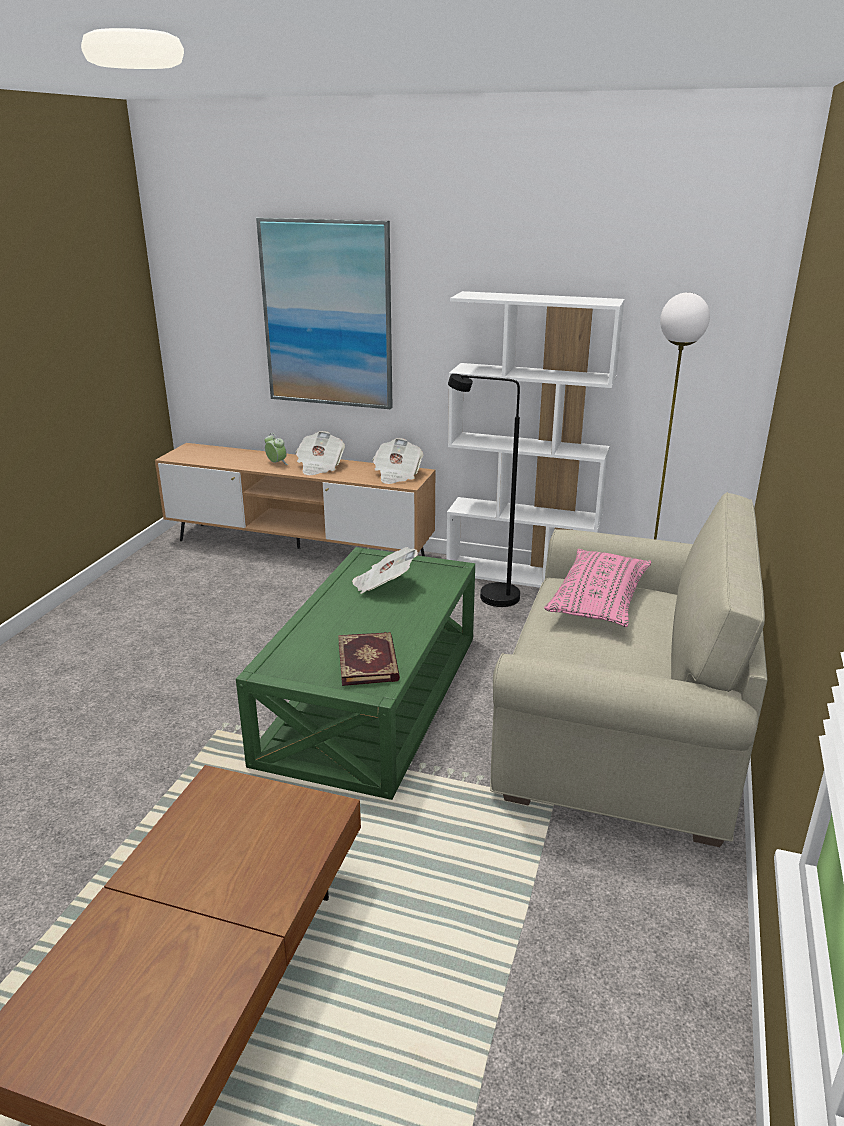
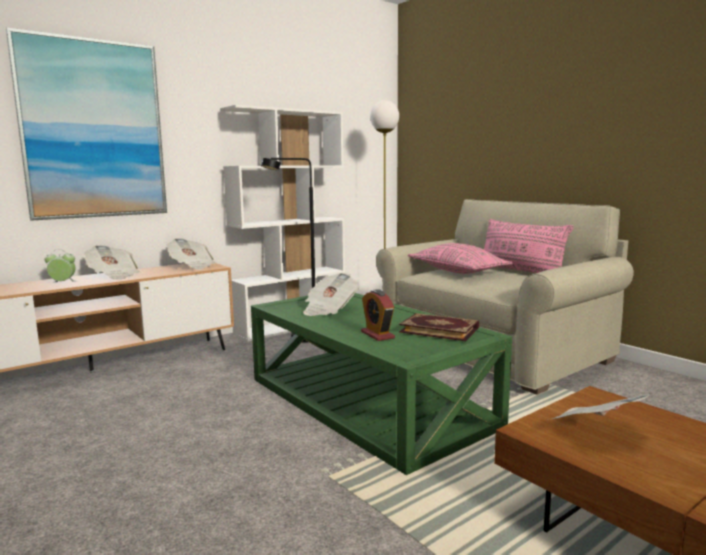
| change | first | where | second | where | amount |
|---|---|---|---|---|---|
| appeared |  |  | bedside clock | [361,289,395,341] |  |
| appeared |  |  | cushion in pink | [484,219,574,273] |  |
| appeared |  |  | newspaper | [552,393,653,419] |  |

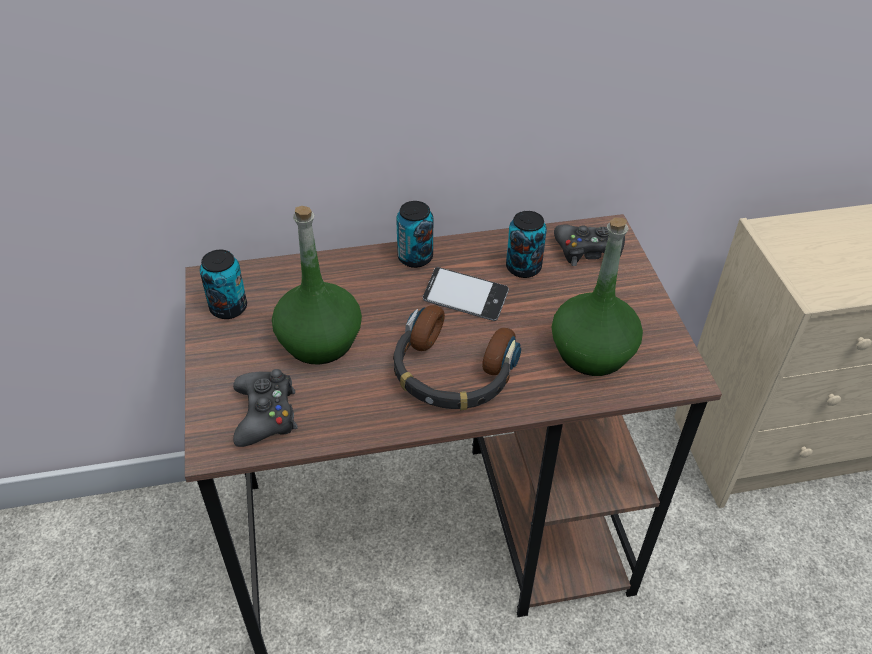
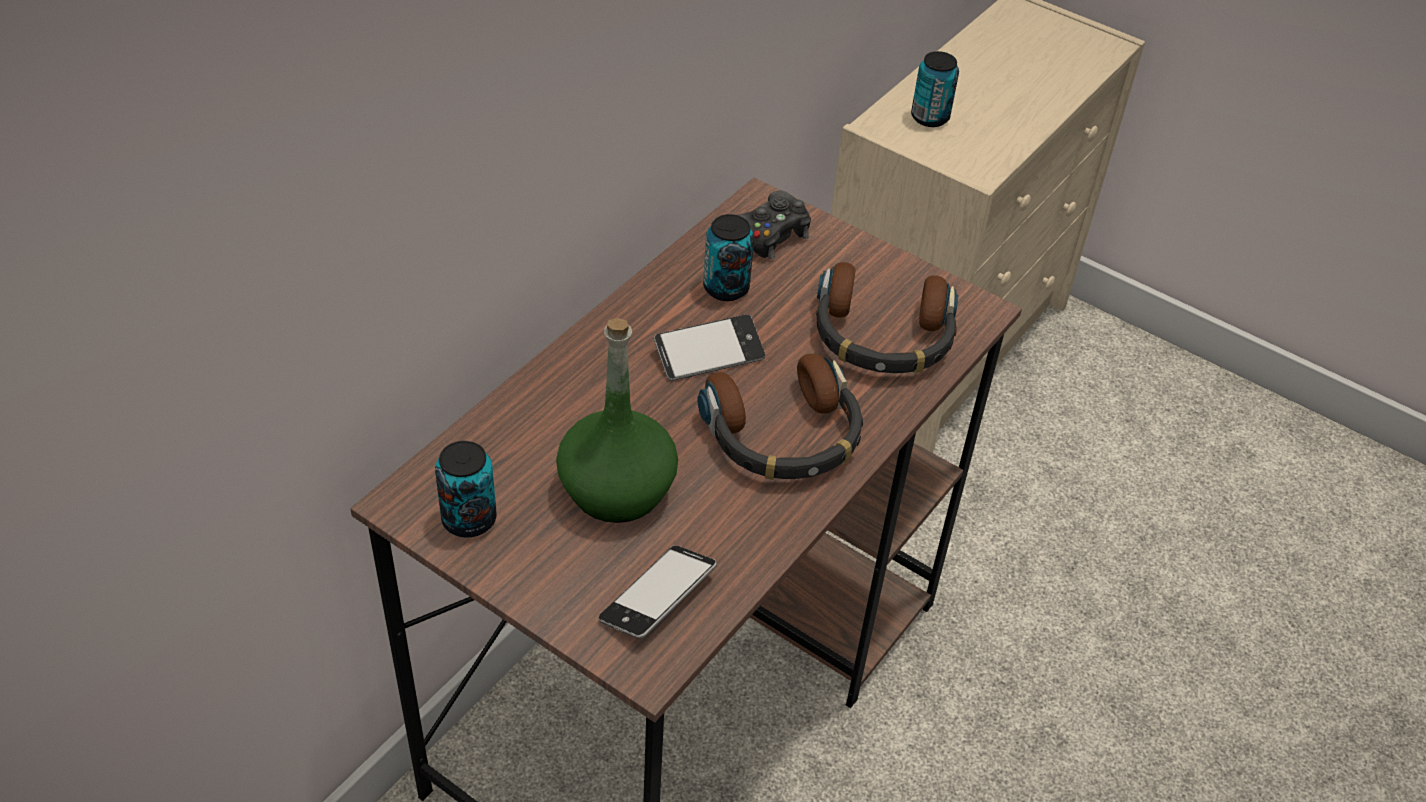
| change | first | where | second | where | amount |
|---|---|---|---|---|---|
| exchanged | gamepad in blackish | [233,369,298,447] | telephone | [598,546,717,639] |  |
| exchanged | bottle in green | [552,218,643,376] | headset | [816,262,958,373] |  |
| relocated | sealed can | [396,201,433,268] |  | [911,51,959,127] |  |

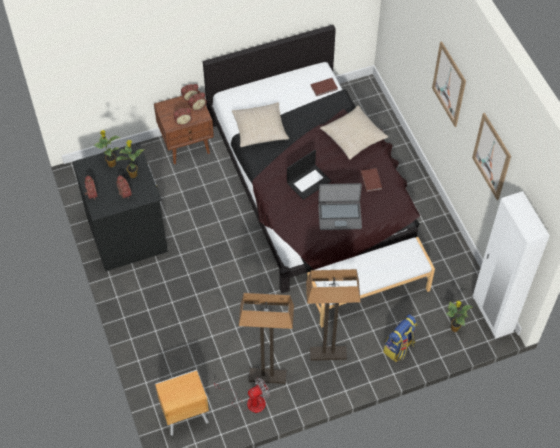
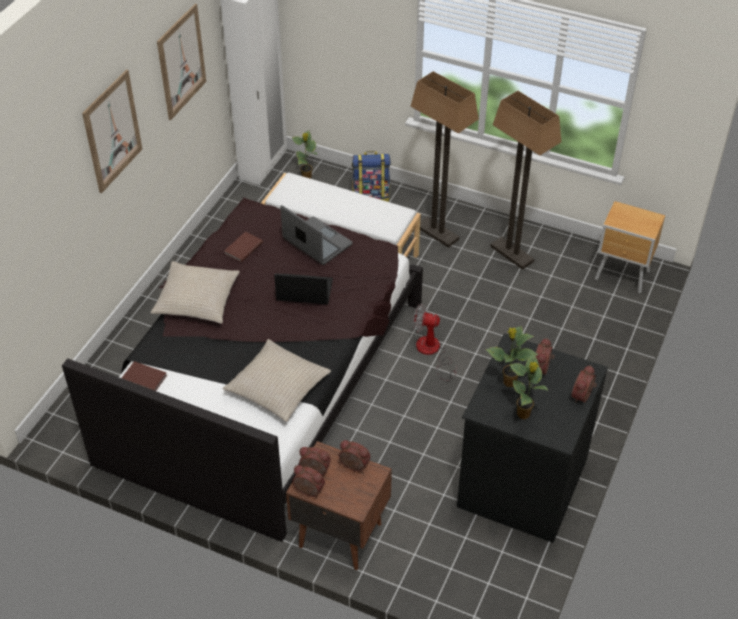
| change | first | where | second | where | amount |
|---|---|---|---|---|---|
| relocated | electric fan | [214,377,270,413] |  | [413,304,457,381] |  |

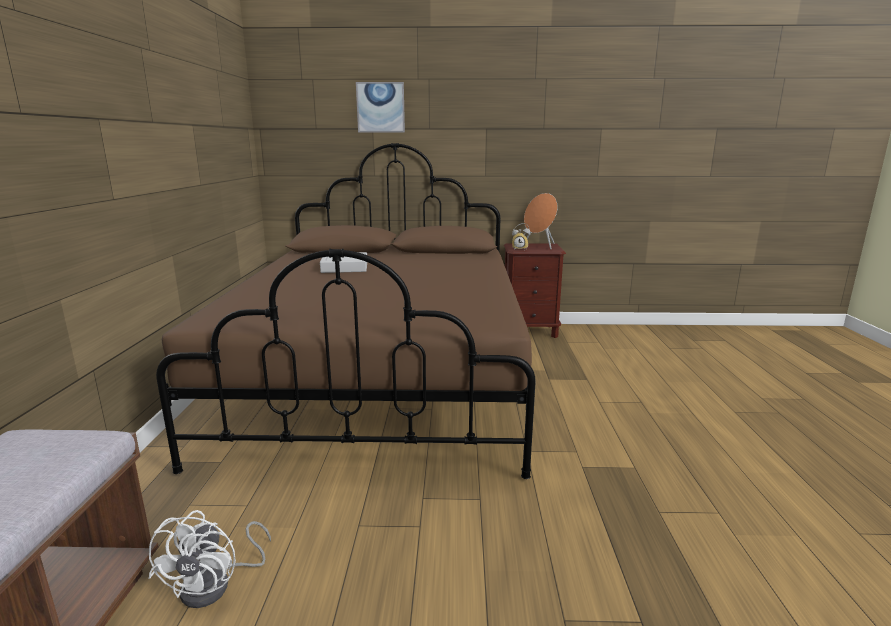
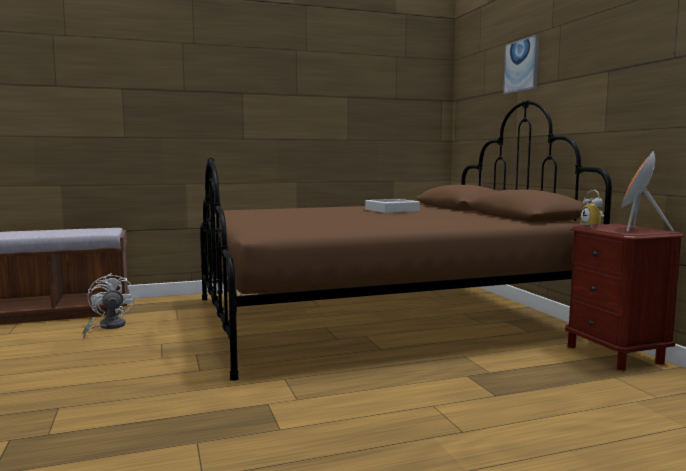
| change | first | where | second | where | amount |
|---|---|---|---|---|---|
| spun | electric fan in whitish | [148,510,271,608] |  | [83,273,135,339] | 90 degrees clockwise |

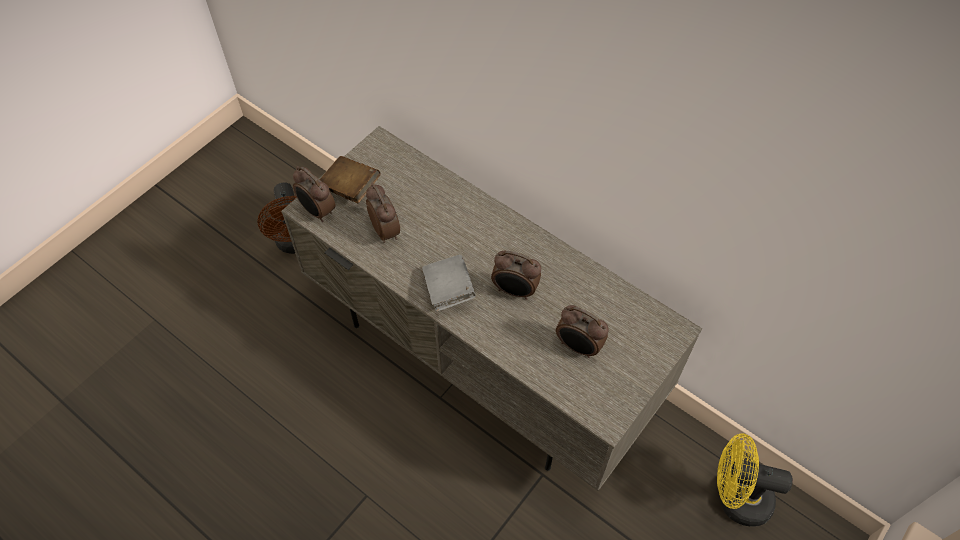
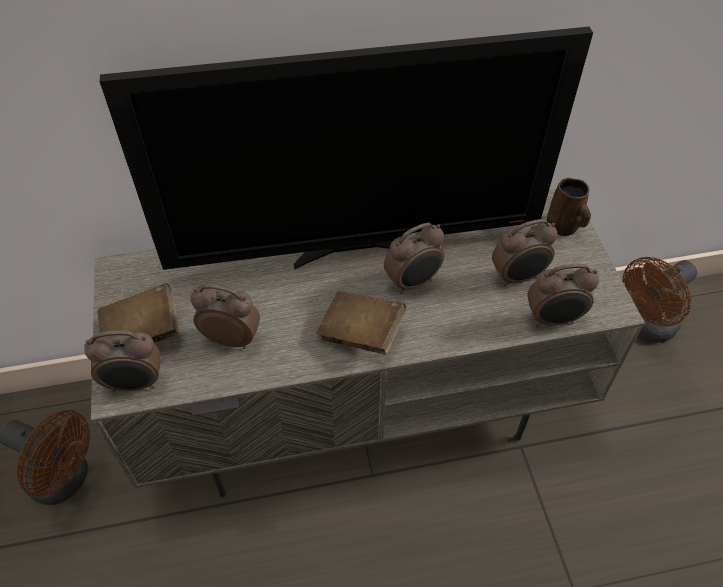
| change | first | where | second | where | amount |
|---|---|---|---|---|---|
| appeared |  |  | television | [100,27,593,270] |  |
| colour | bound book in greyish | [422,255,476,311] | bound book in brown-coloured | [316,291,406,355] |  |
| appeared |  |  | bedside clock | [527,264,599,327] |  |
| appeared |  |  | mug in brown-coloured | [547,178,591,236] |  |
| colour | electric fan in yellow | [717,433,793,527] | electric fan in brown-coloured | [622,257,697,343] |  |

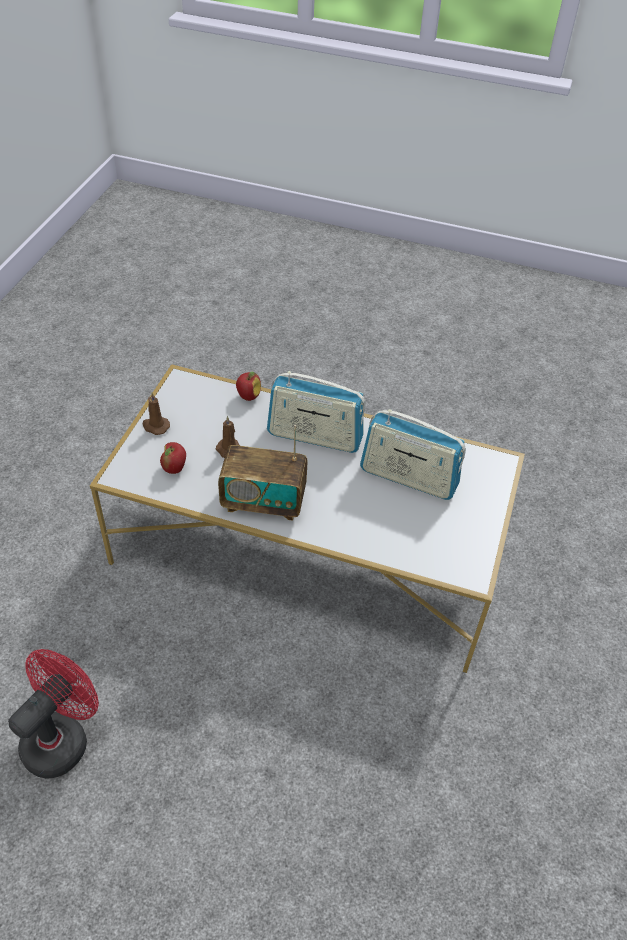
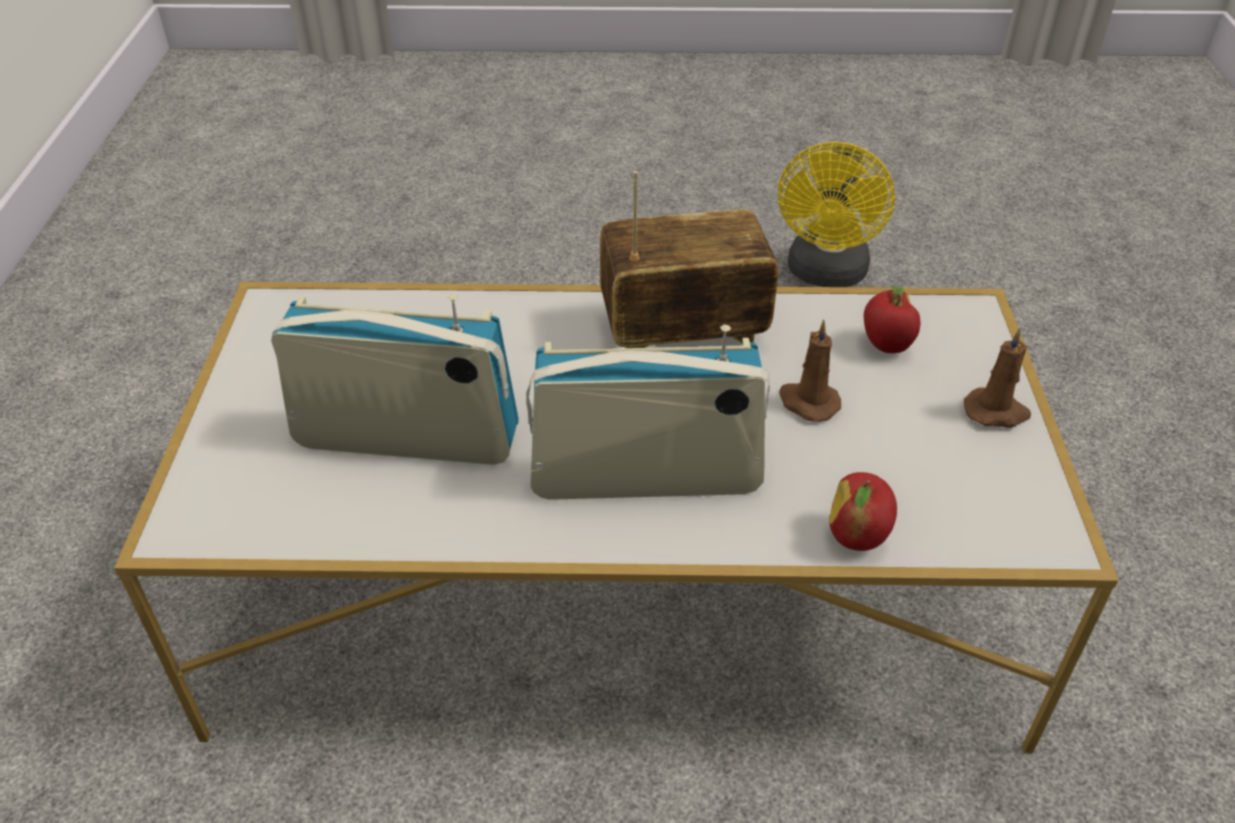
| change | first | where | second | where | amount |
|---|---|---|---|---|---|
| colour | electric fan in red | [8,649,99,779] | electric fan in yellow | [778,142,895,287] |  |

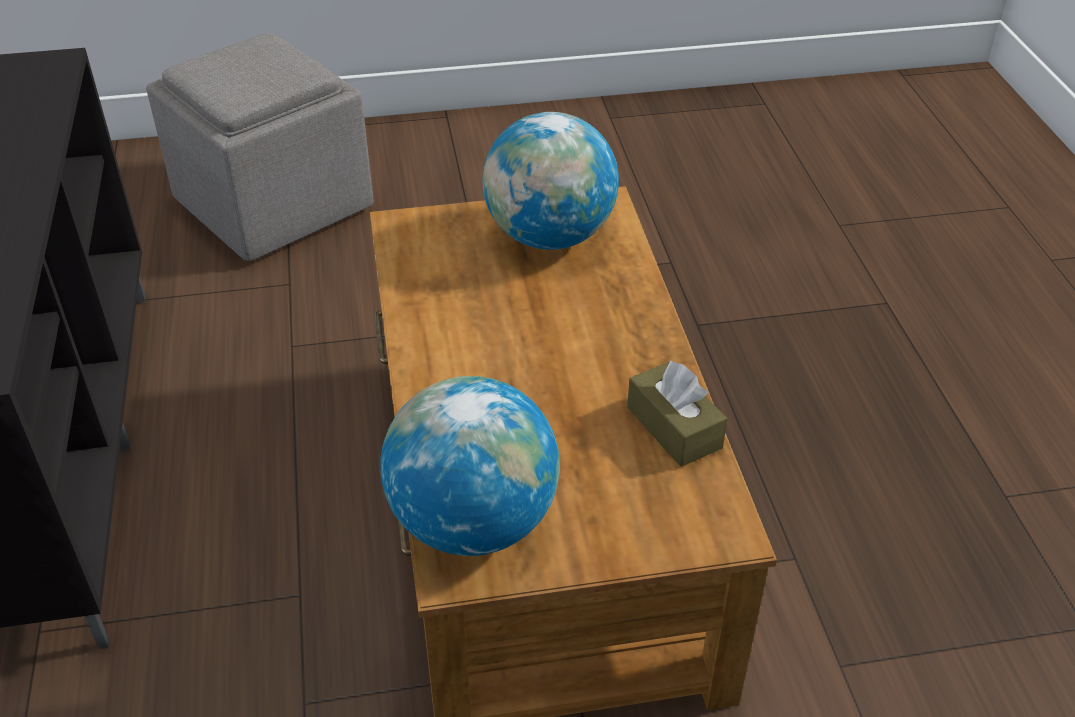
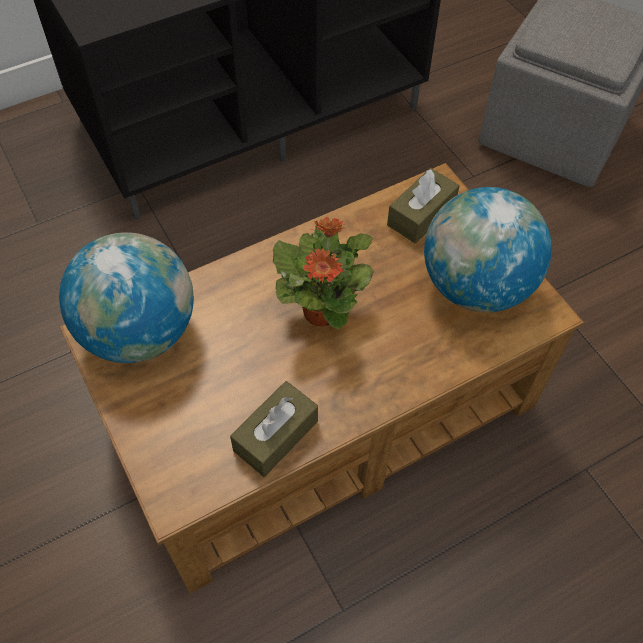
| change | first | where | second | where | amount |
|---|---|---|---|---|---|
| appeared |  |  | plant in a pot | [273,217,374,330] |  |
| appeared |  |  | box of tissues in brown-coloured | [387,168,460,243] |  |

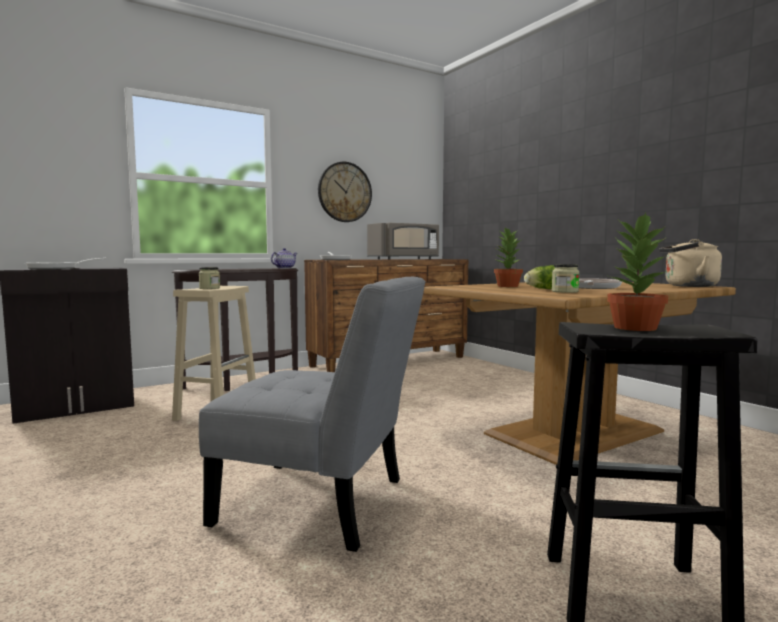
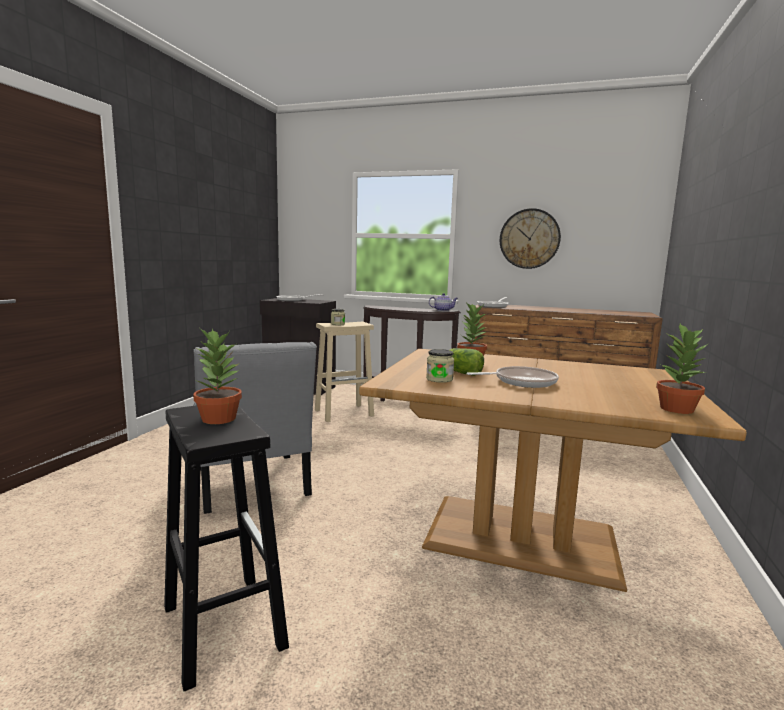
| change | first | where | second | where | amount |
|---|---|---|---|---|---|
| exchanged | tea kettle in beige-coloured | [659,239,722,287] | plant in a pot | [656,324,708,414] |  |
| missing | kitchen microwave in greyish | [367,223,439,259] |  |  |  |

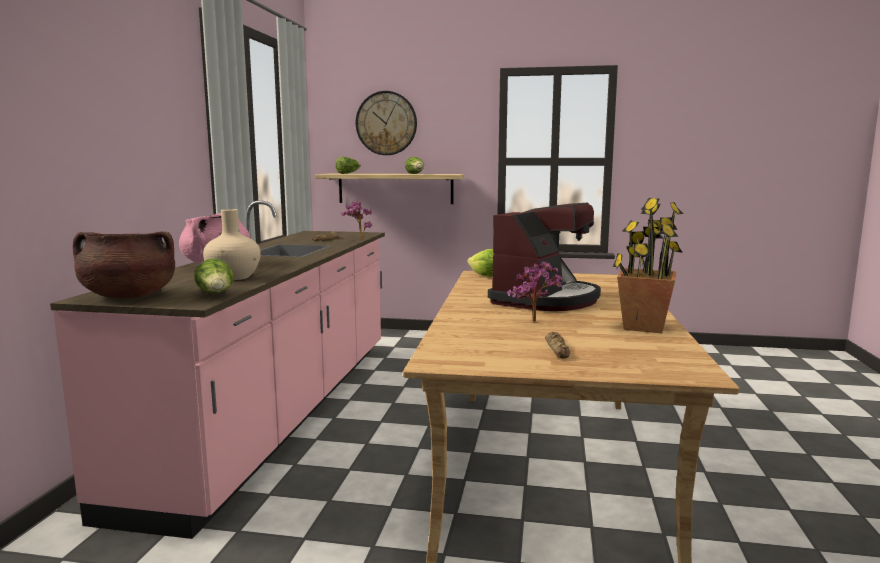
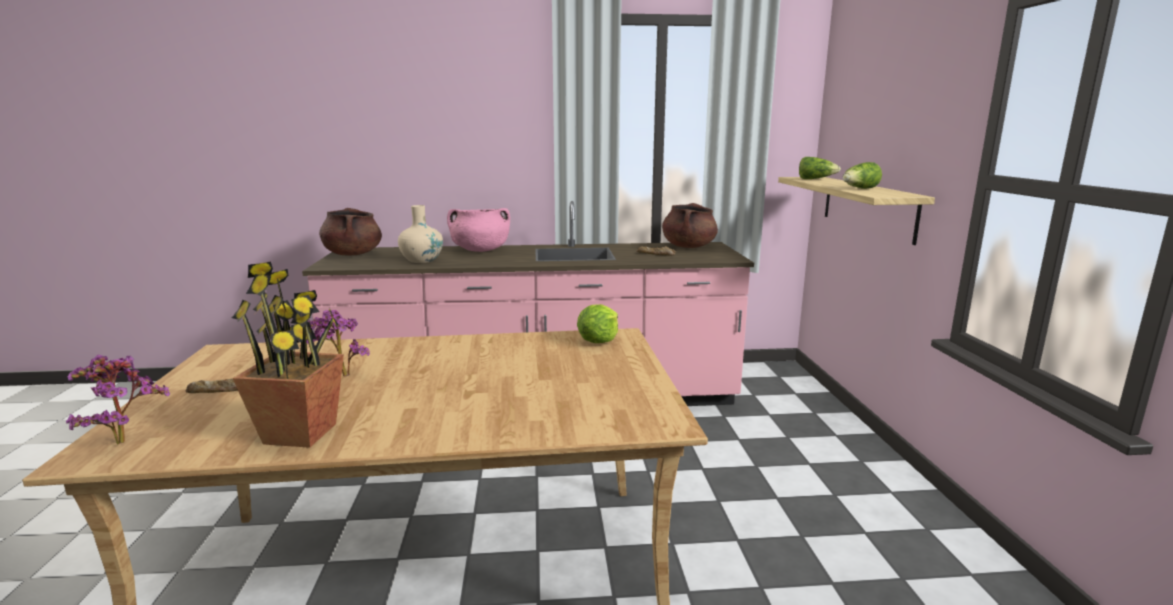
| change | first | where | second | where | amount |
|---|---|---|---|---|---|
| relocated | plant in a pot | [341,202,372,239] |  | [66,355,170,445] |  |
| appeared |  |  | stockpot in brown-coloured | [662,203,718,248] |  |
| missing | lettuce head | [194,258,234,293] |  |  |  |
| missing | wall clock | [356,91,417,155] |  |  |  |
| missing | coffee brewer | [488,203,601,311] |  |  |  |

